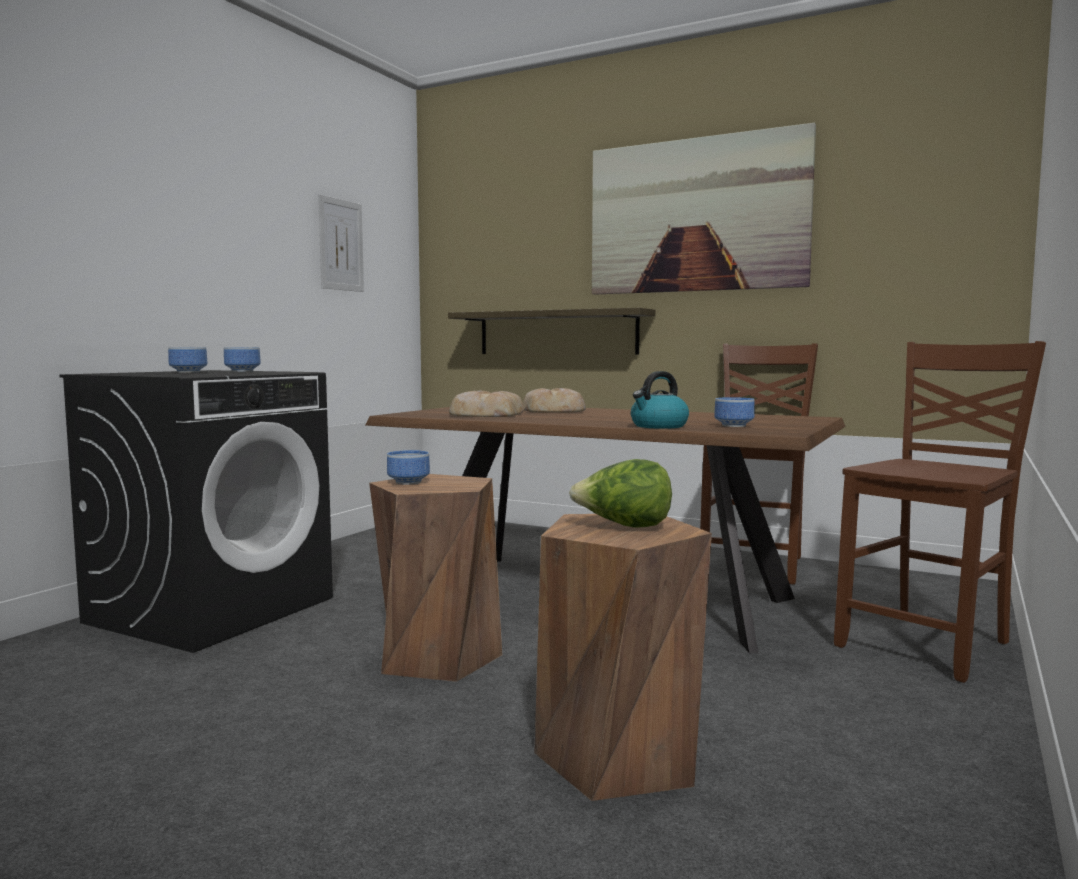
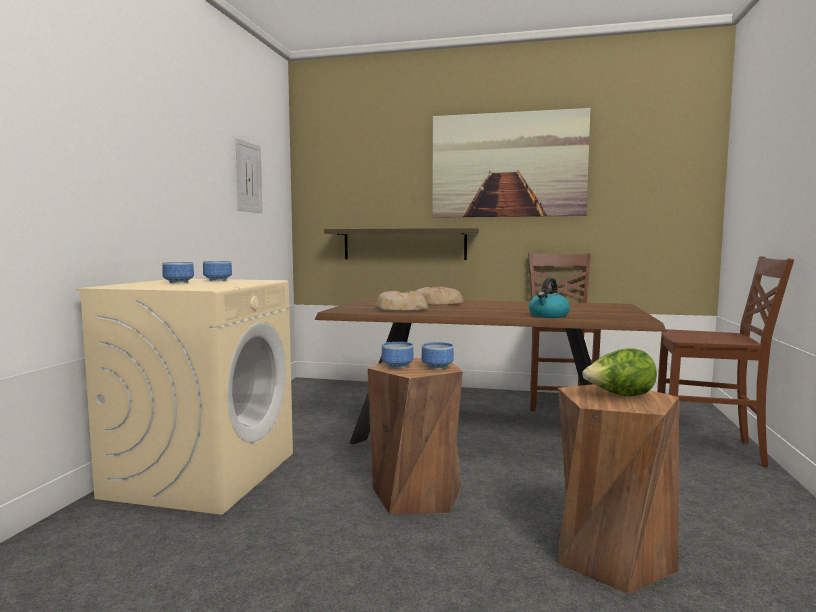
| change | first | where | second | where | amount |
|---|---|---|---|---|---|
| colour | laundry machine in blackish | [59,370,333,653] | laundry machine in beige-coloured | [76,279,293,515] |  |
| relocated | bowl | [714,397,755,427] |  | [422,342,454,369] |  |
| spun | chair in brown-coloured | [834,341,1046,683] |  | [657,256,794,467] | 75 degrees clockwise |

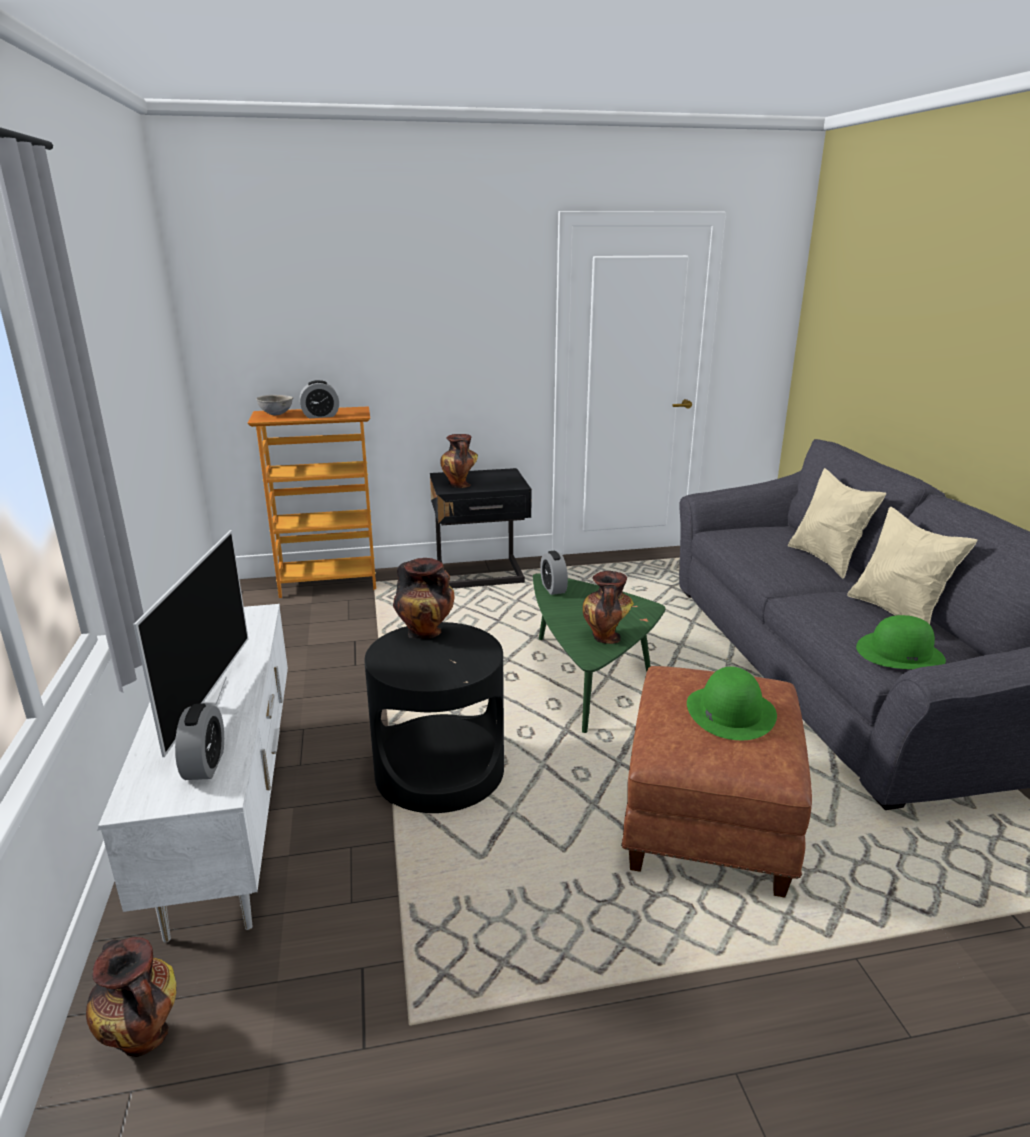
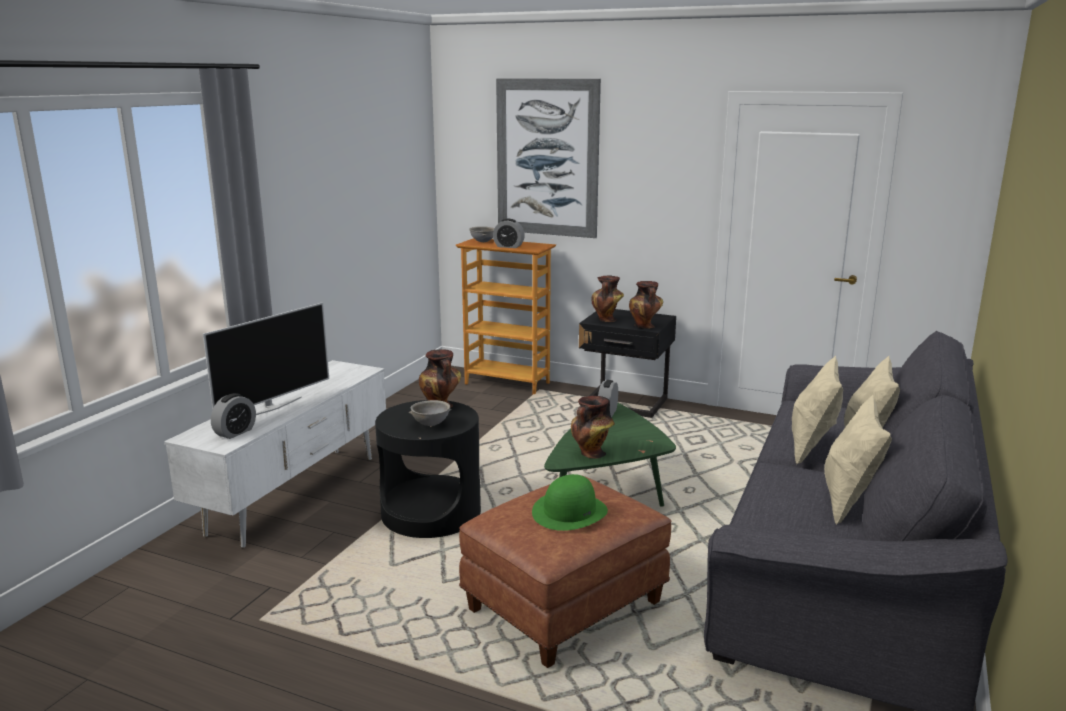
| change | first | where | second | where | amount |
|---|---|---|---|---|---|
| appeared |  |  | bowl in greyish | [409,400,451,426] |  |
| appeared |  |  | wall art | [496,78,601,238] |  |
| relocated | vase | [86,937,176,1057] |  | [629,281,663,329] |  |
| appeared |  |  | cushion in beige-coloured | [792,356,843,464] |  |
| missing | wearable hat in green | [856,615,946,669] |  |  |  |

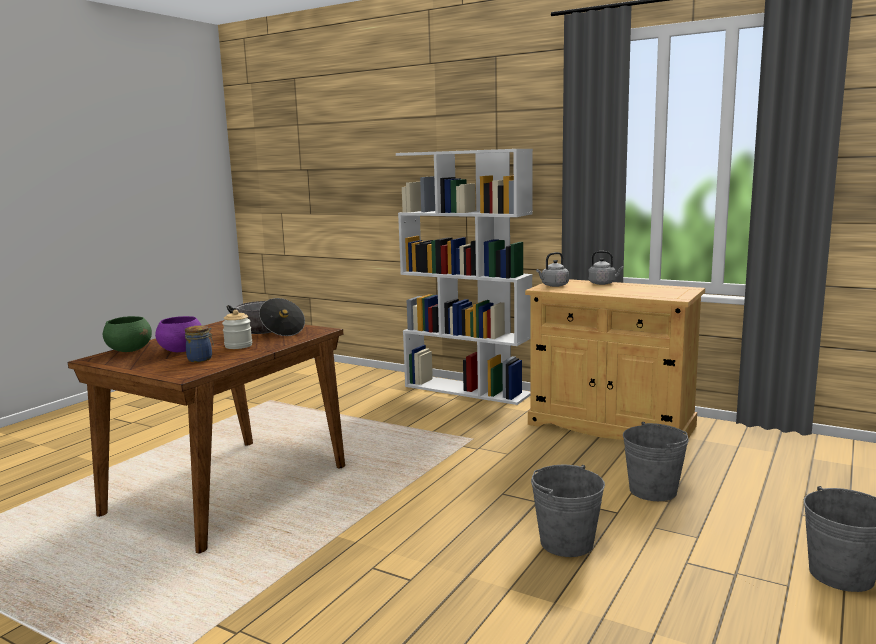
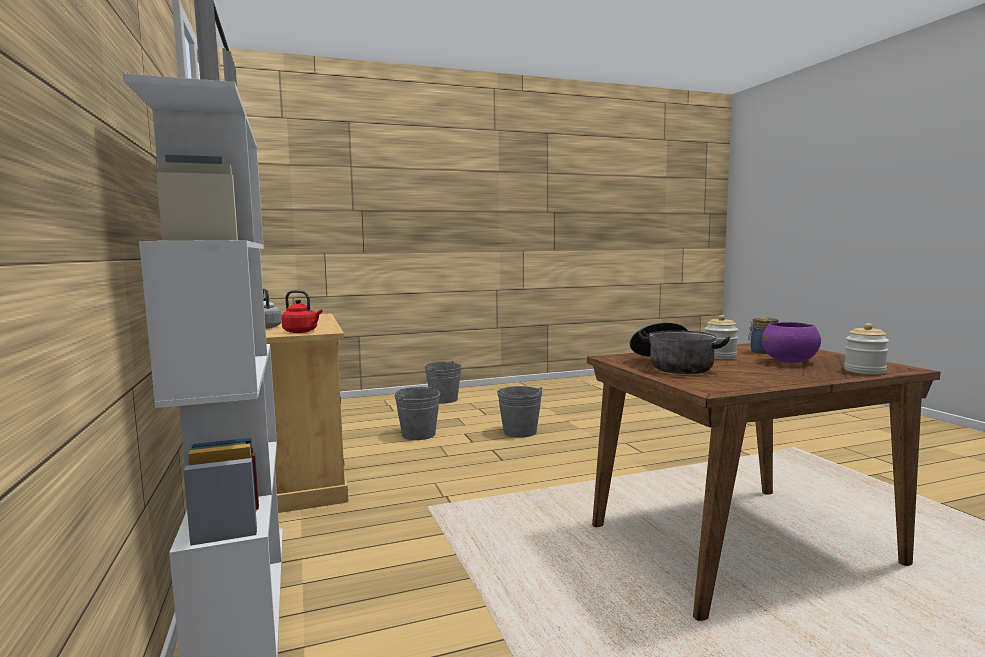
| change | first | where | second | where | amount |
|---|---|---|---|---|---|
| colour | tea kettle in greyish | [536,252,569,287] | tea kettle in red | [281,290,322,333] |  |
| exchanged | bowl in green | [103,316,152,352] | storage jar | [844,323,889,374] |  |

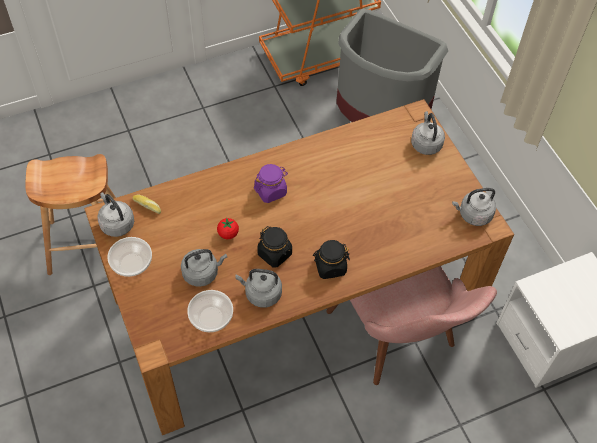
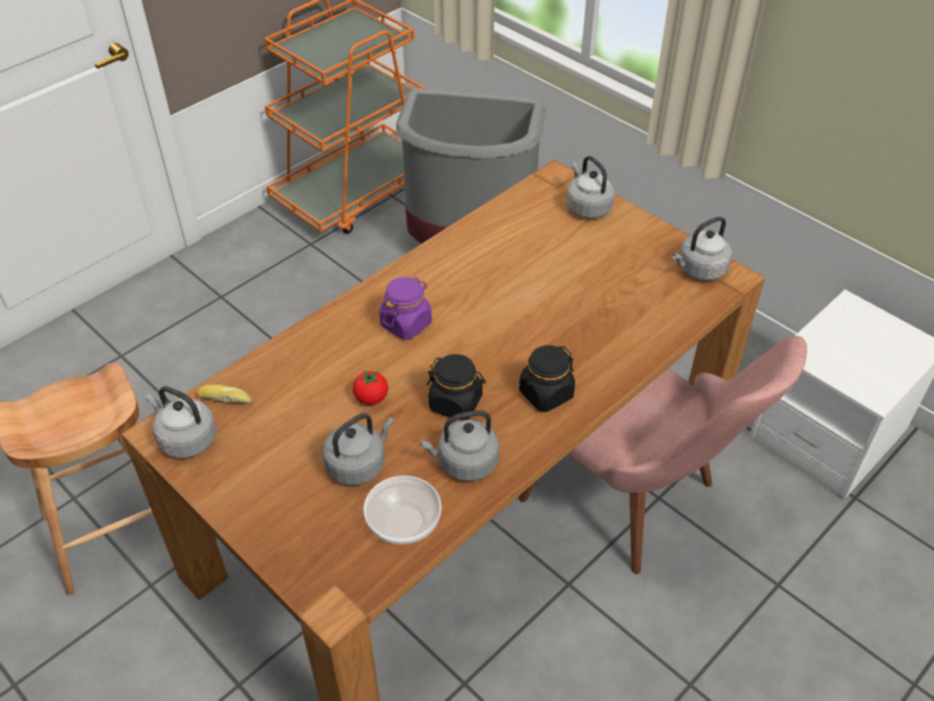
| change | first | where | second | where | amount |
|---|---|---|---|---|---|
| missing | bowl | [107,237,152,277] |  |  |  |

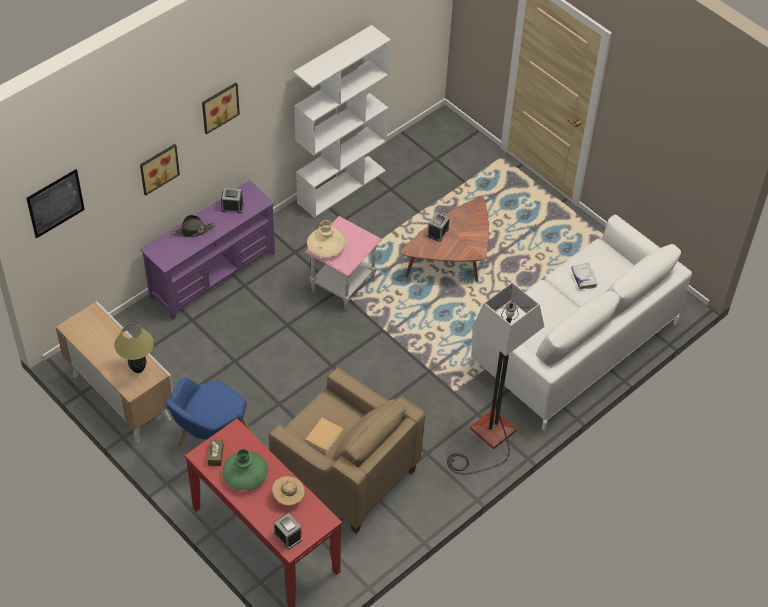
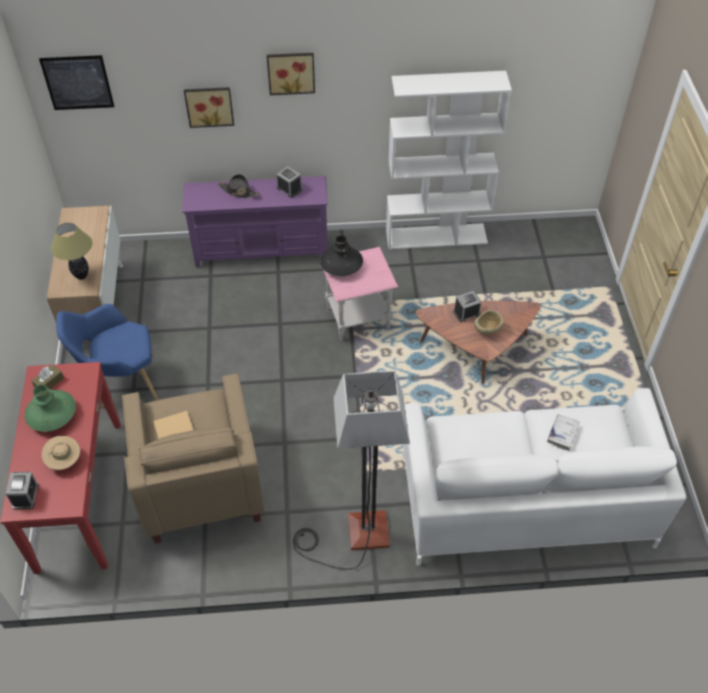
| change | first | where | second | where | amount |
|---|---|---|---|---|---|
| colour | vase in beige-coloured | [307,220,347,257] | vase in blackish | [320,235,363,276] |  |
| appeared |  |  | bowl in beige-coloured | [474,310,504,335] |  |

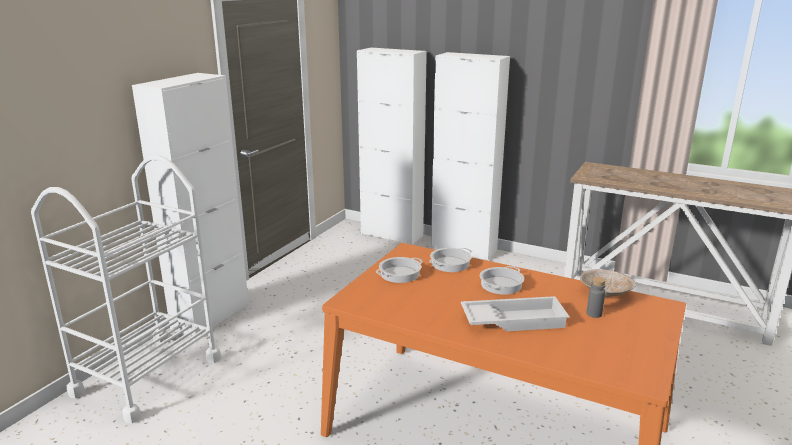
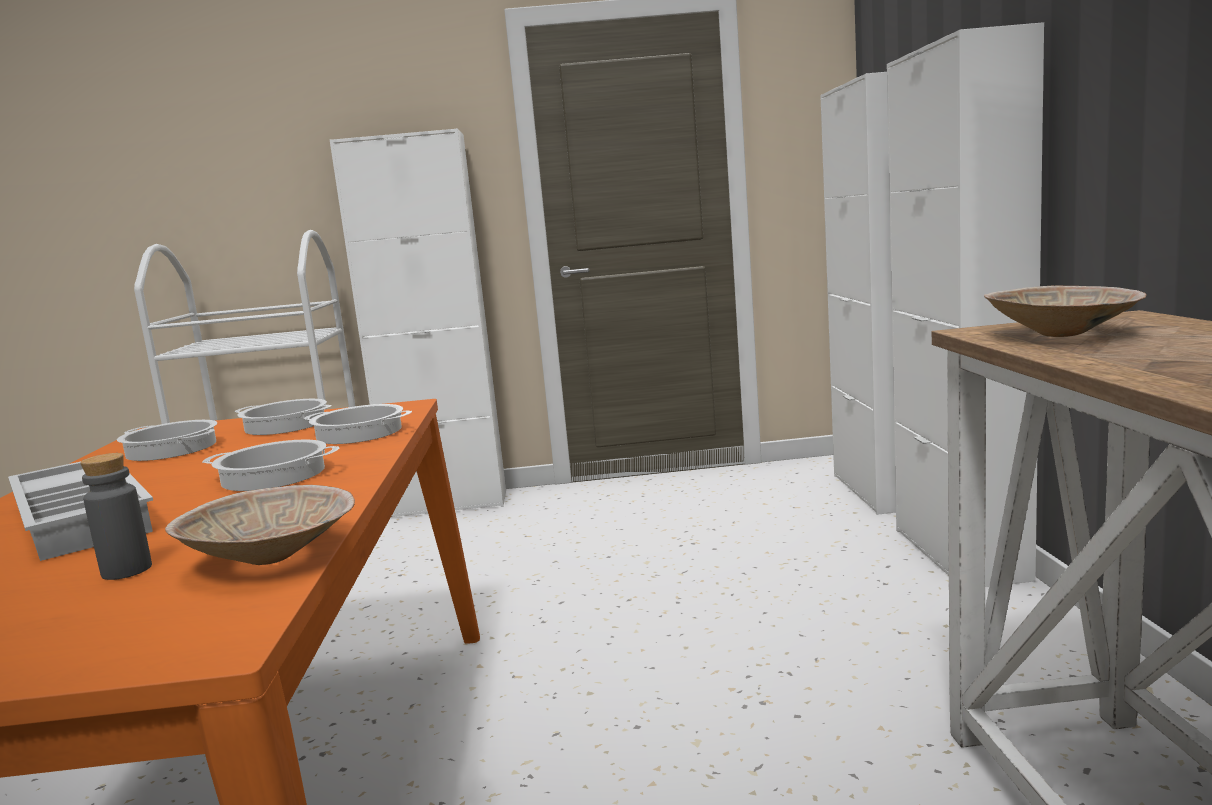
| change | first | where | second | where | amount |
|---|---|---|---|---|---|
| appeared |  |  | stockpot | [117,420,217,461] |  |
| appeared |  |  | bowl in beige-coloured | [984,285,1146,337] |  |

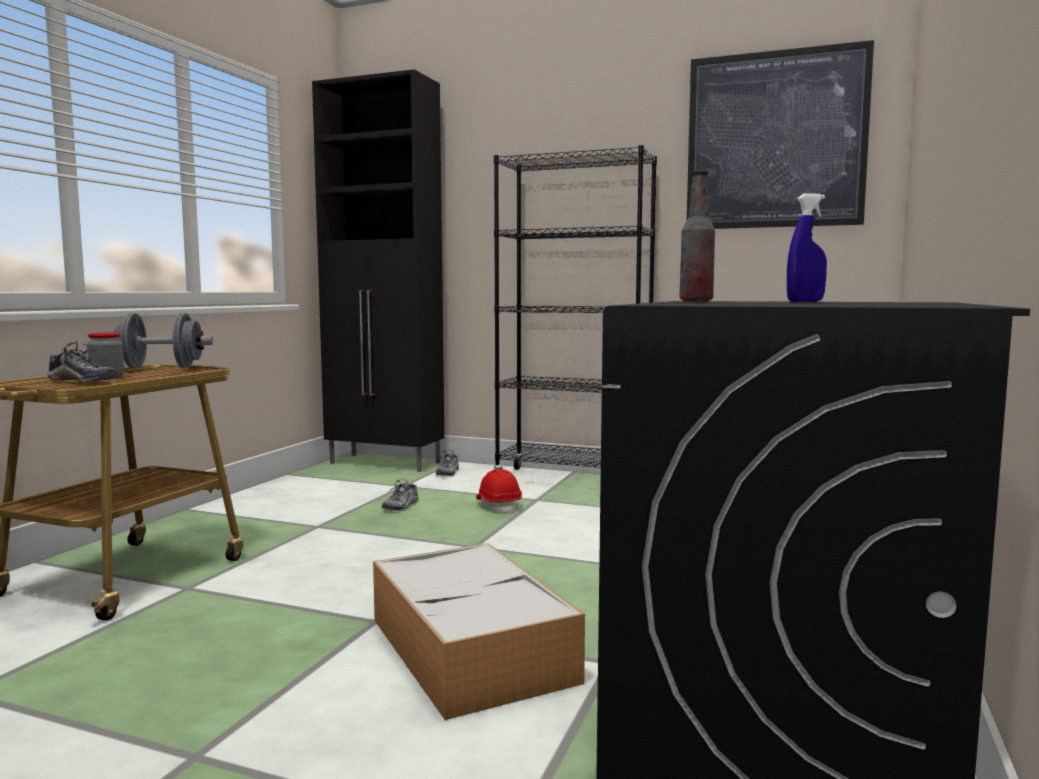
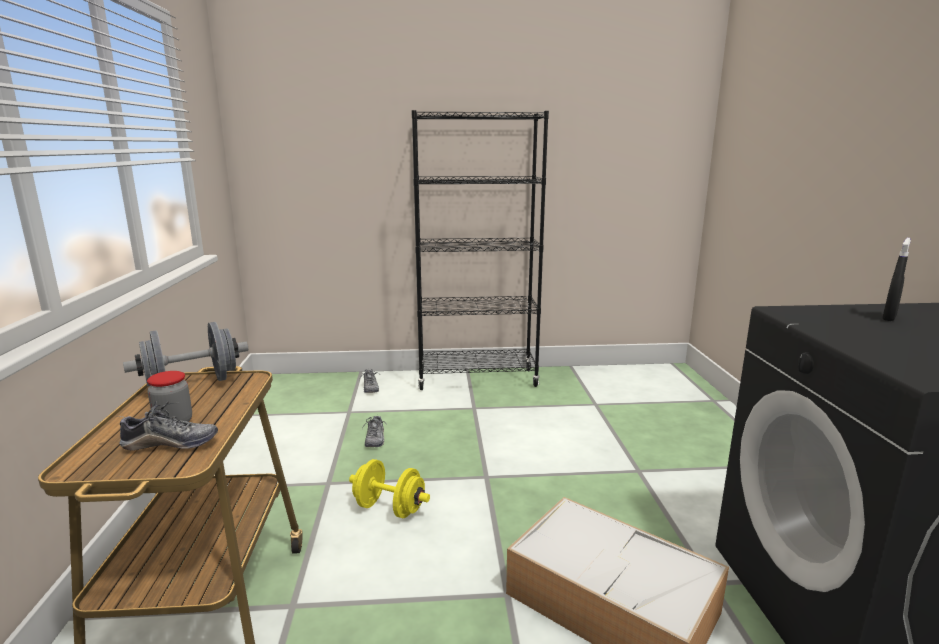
| change | first | where | second | where | amount |
|---|---|---|---|---|---|
| appeared |  |  | hand weight in yellow | [349,459,430,518] |  |
| colour | hand sprayer in bluish | [787,193,827,302] | hand sprayer in blackish | [882,238,911,321] |  |
| missing | storage cabinet in blackish | [312,69,444,472] |  |  |  |
| missing | safety helmet in red | [476,469,522,514] |  |  |  |
| missing | bottle | [680,170,715,302] |  |  |  |
| missing | wall art | [687,40,874,229] |  |  |  |

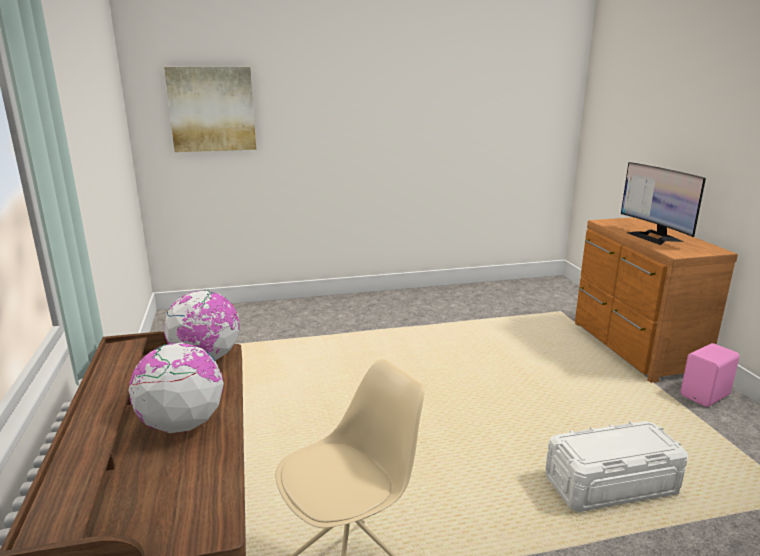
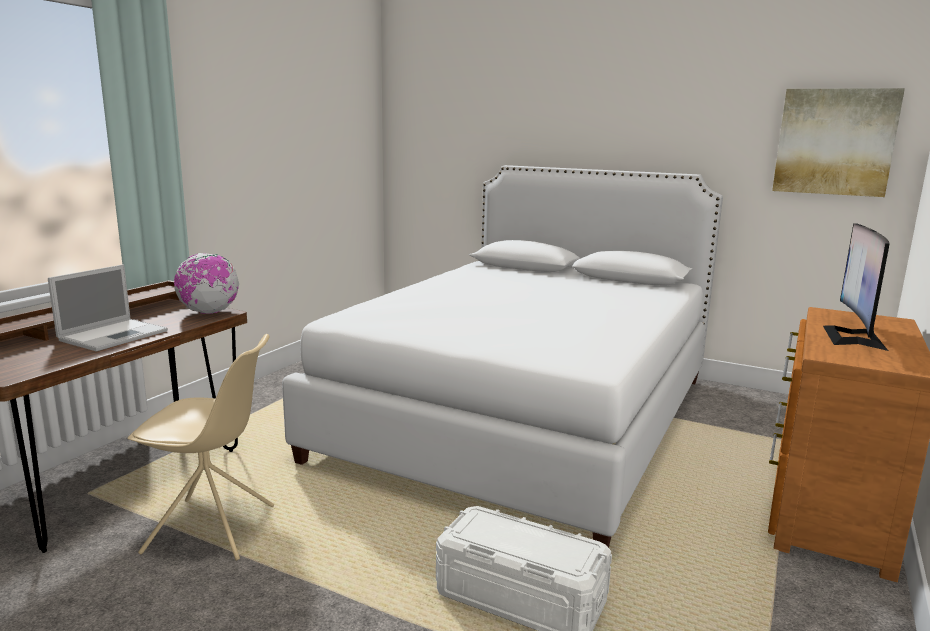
| change | first | where | second | where | amount |
|---|---|---|---|---|---|
| exchanged | globe | [128,342,224,433] | notebook computer | [48,264,168,351] |  |
| appeared |  |  | sleeping bed in whitish | [282,165,723,548] |  |
| relocated | wall art | [164,67,256,152] |  | [772,88,905,197] |  |
| missing | speaker in pink | [680,343,740,407] |  |  |  |

